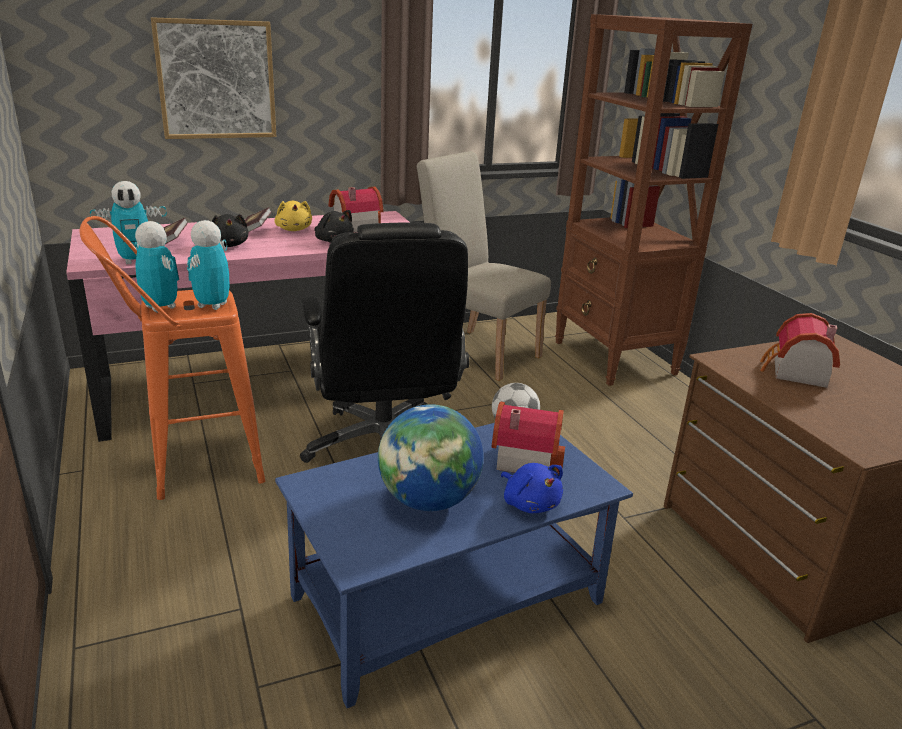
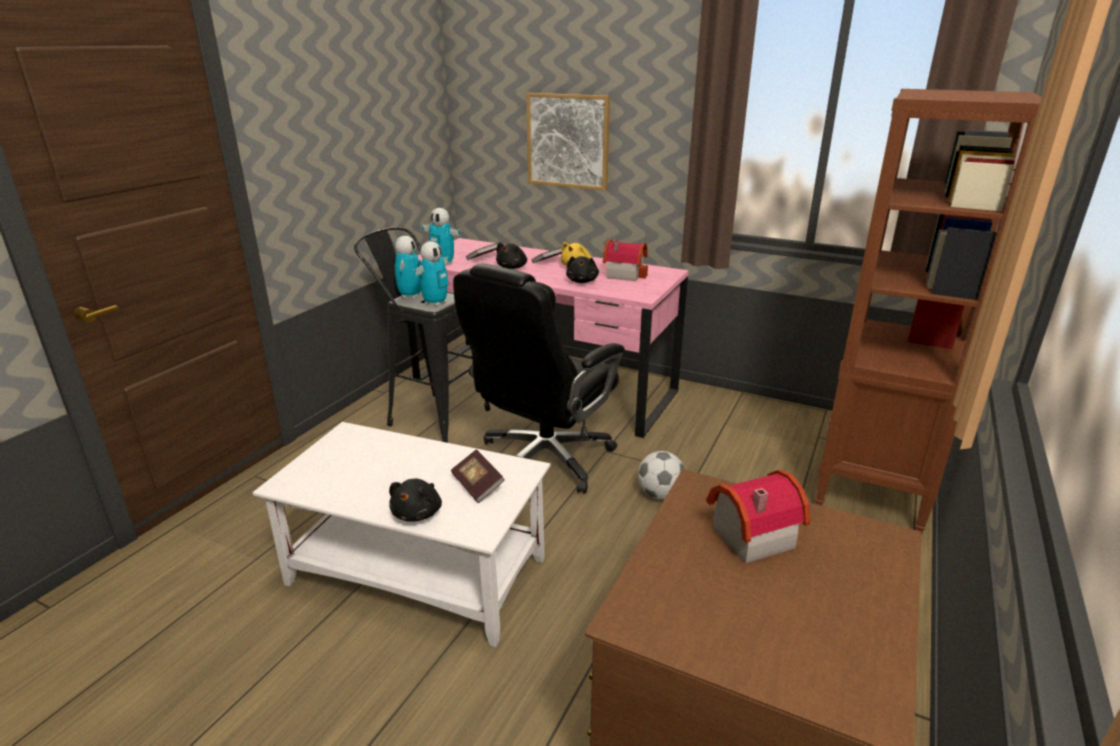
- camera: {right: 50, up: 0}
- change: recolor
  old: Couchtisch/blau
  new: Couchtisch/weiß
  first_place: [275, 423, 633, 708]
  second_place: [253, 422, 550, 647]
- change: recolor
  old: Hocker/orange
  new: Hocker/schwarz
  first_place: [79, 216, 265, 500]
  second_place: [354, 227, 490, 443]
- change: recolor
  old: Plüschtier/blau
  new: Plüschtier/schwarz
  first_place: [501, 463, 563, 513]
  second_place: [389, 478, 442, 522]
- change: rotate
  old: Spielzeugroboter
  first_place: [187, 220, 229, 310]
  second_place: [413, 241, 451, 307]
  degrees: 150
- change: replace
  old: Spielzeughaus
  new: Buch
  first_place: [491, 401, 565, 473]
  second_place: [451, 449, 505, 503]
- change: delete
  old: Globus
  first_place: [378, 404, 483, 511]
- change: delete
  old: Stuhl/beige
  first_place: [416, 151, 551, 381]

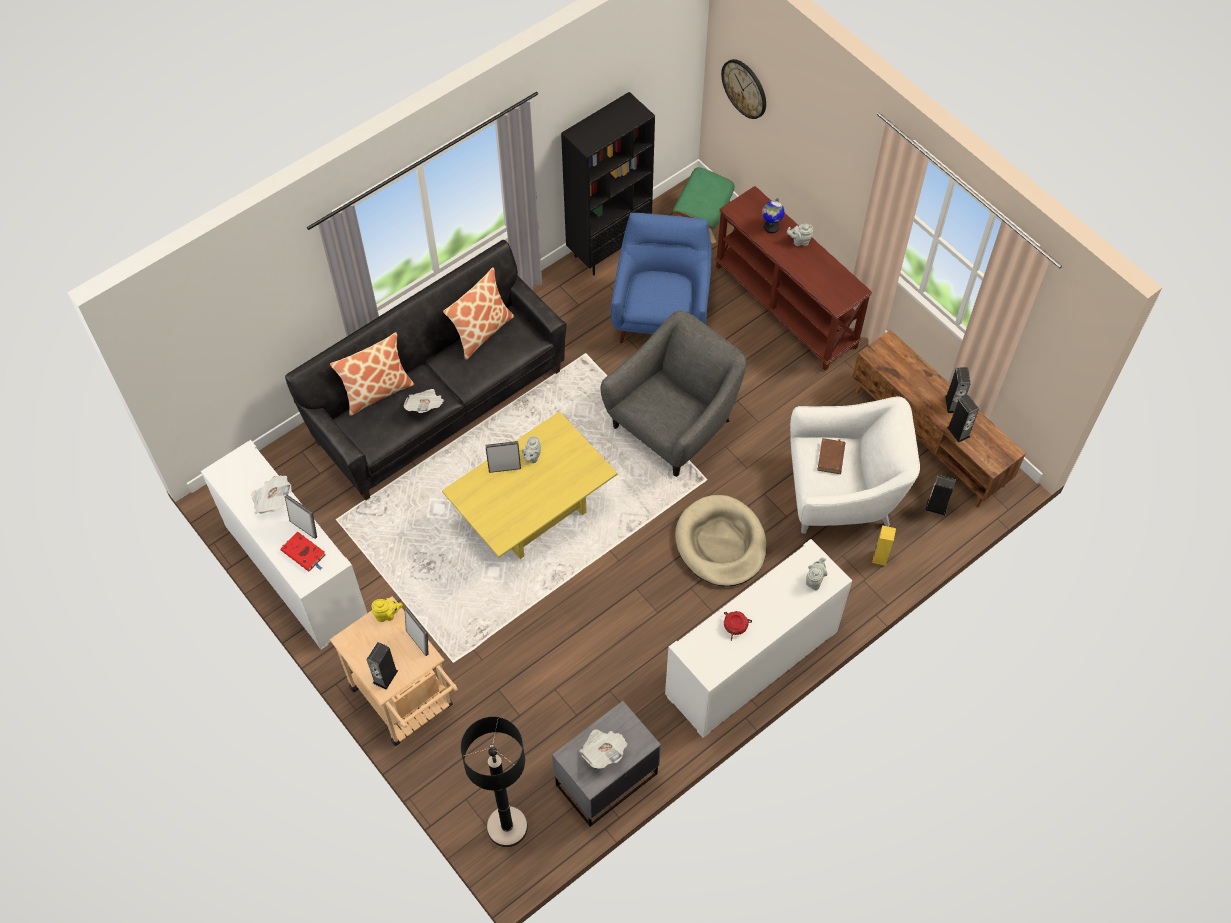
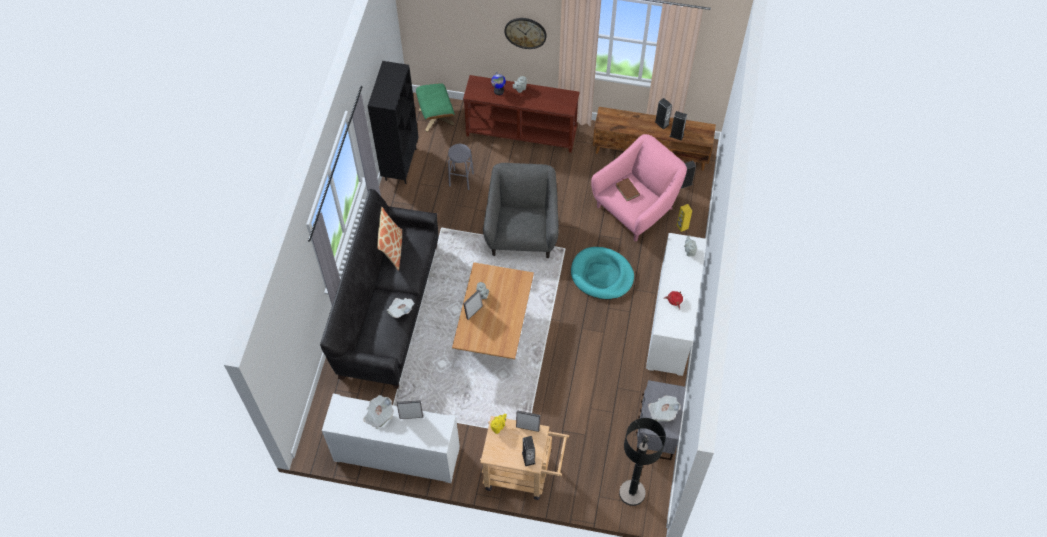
- camera: {right: -40, up: 0}
- change: replace
  old: Sessel/blau
  new: Hocker/grau
  first_place: [611, 213, 711, 343]
  second_place: [448, 144, 474, 190]
- change: recolor
  old: Couchtisch/gelb
  new: Couchtisch/braun
  first_place: [442, 411, 617, 559]
  second_place: [452, 262, 534, 359]
- change: move
  old: Wanduhr
  first_place: [721, 59, 766, 119]
  second_place: [505, 18, 547, 49]
- change: recolor
  old: Hundebett/beige
  new: Hundebett/türkis
  first_place: [676, 495, 767, 586]
  second_place: [571, 247, 634, 300]
- change: recolor
  old: Sessel/weiß
  new: Sessel/rosa
  first_place: [790, 397, 920, 534]
  second_place: [591, 134, 687, 242]
- change: delete
  old: Buch/rot
  first_place: [281, 531, 326, 571]
- change: delete
  old: Kissen
  first_place: [330, 332, 415, 416]

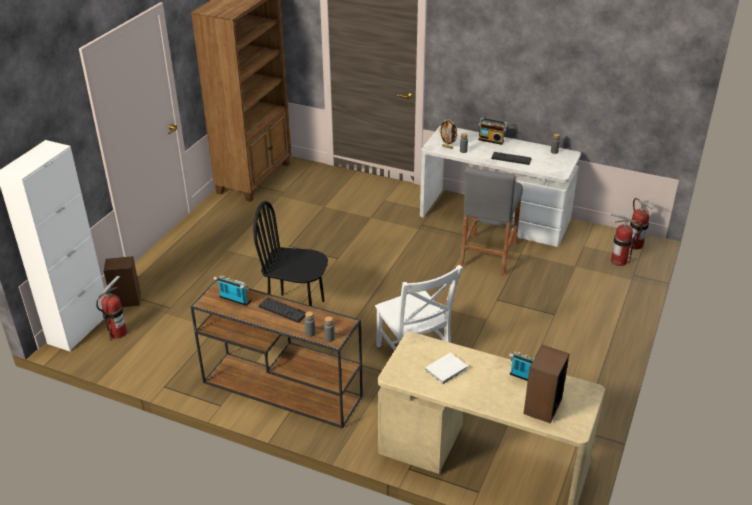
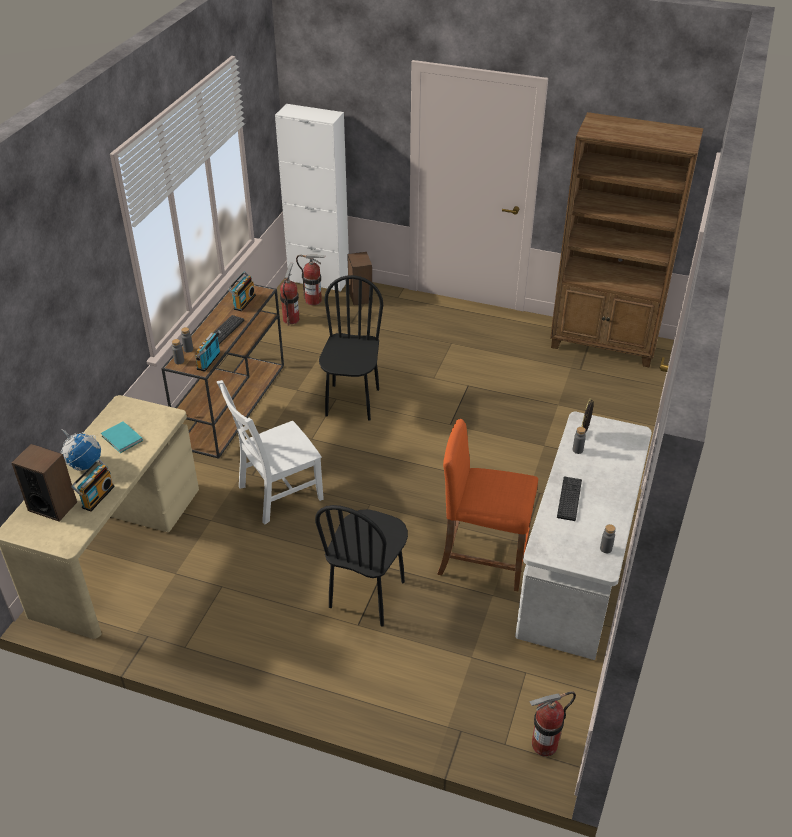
- camera: {right: 85, up: 5}
- change: insert
  new: Globus
  second_place: [61, 429, 101, 471]
- change: recolor
  old: Buch/weiß
  new: Buch/türkis
  first_place: [425, 353, 468, 384]
  second_place: [101, 421, 143, 453]
- change: move
  old: Radio
  first_place: [478, 118, 508, 145]
  second_place: [196, 330, 221, 372]
- change: move
  old: Feuerlöscher
  first_place: [611, 213, 643, 266]
  second_place: [280, 263, 299, 326]
- change: insert
  new: Stuhl/schwarz
  second_place: [315, 505, 408, 626]
- change: recolor
  old: Hocker/grau
  new: Hocker/orange
  first_place: [460, 166, 523, 276]
  second_place: [437, 419, 538, 591]

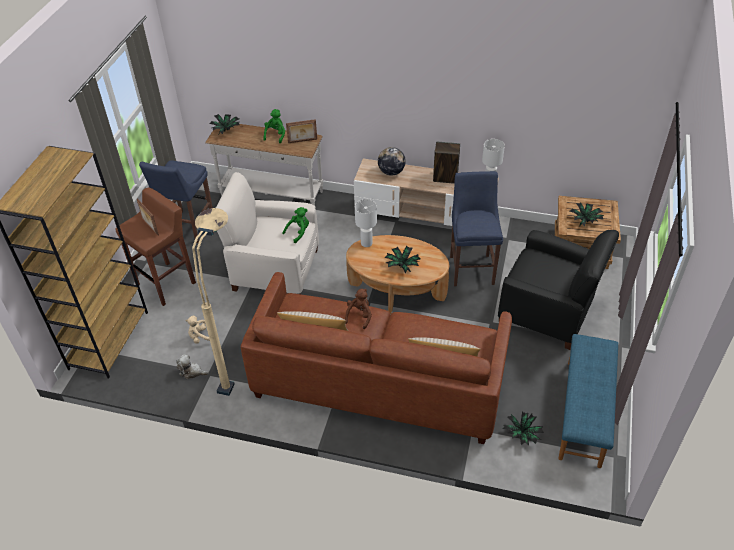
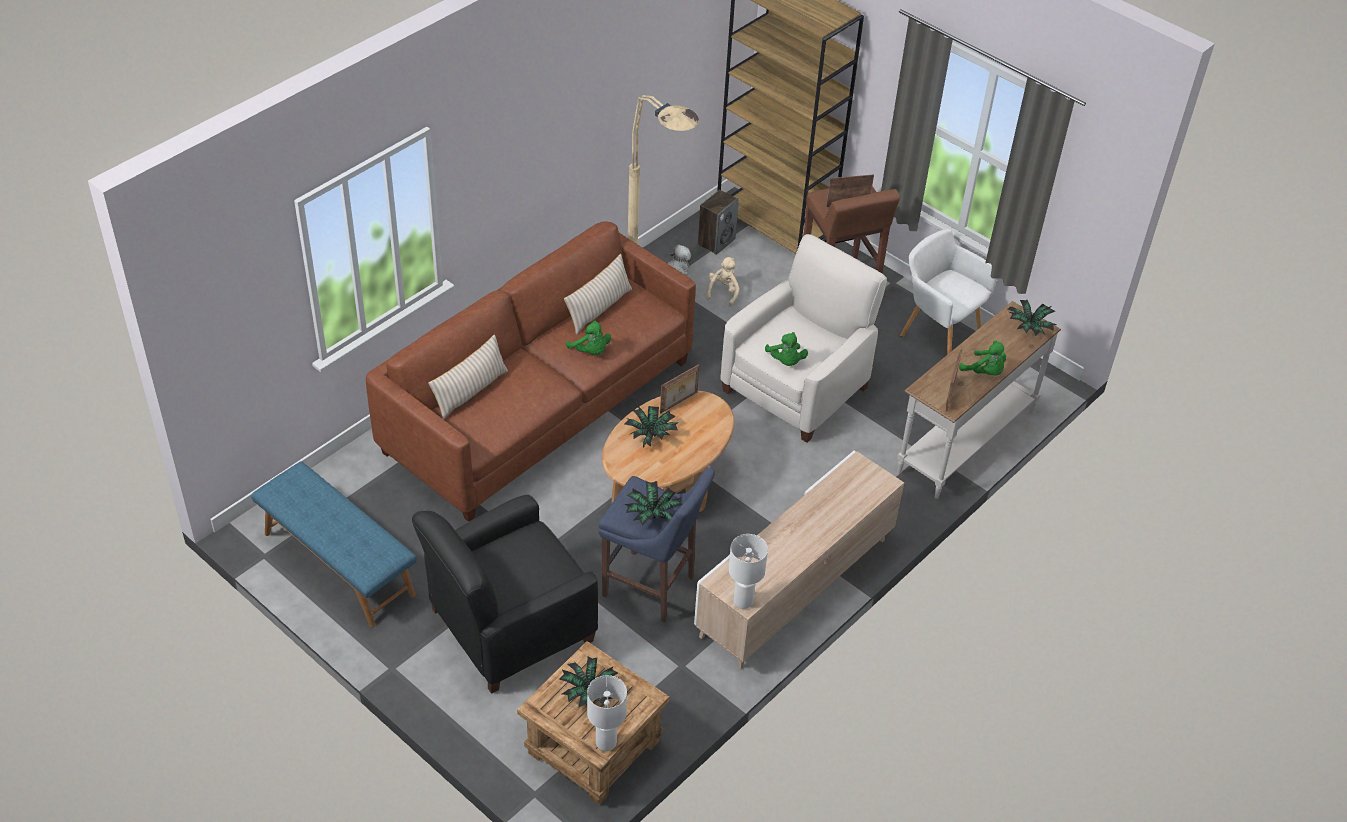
- camera: {right: 115, up: 0}
- change: recolor
  old: Plüschtier/braun
  new: Plüschtier/grün
  first_place: [345, 289, 372, 329]
  second_place: [566, 321, 611, 355]
- change: move
  old: Tischlampe/weiß
  first_place: [355, 199, 377, 247]
  second_place: [587, 675, 627, 751]
- change: move
  old: Topfpflanze
  first_place: [503, 412, 544, 445]
  second_place: [624, 481, 683, 526]
- change: insert
  new: Bilderrahmen
  second_place: [660, 364, 699, 414]
- change: move
  old: Lautsprecher
  first_place: [433, 141, 460, 184]
  second_place: [698, 190, 739, 255]
- change: replace
  old: Hocker/blau
  new: Sessel/weiß
  first_place: [139, 160, 213, 243]
  second_place: [900, 229, 997, 355]
- change: delete
  old: Globus
  first_place: [378, 147, 406, 176]

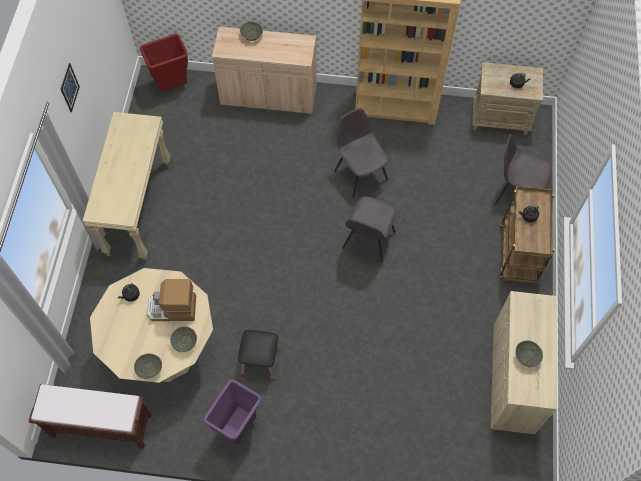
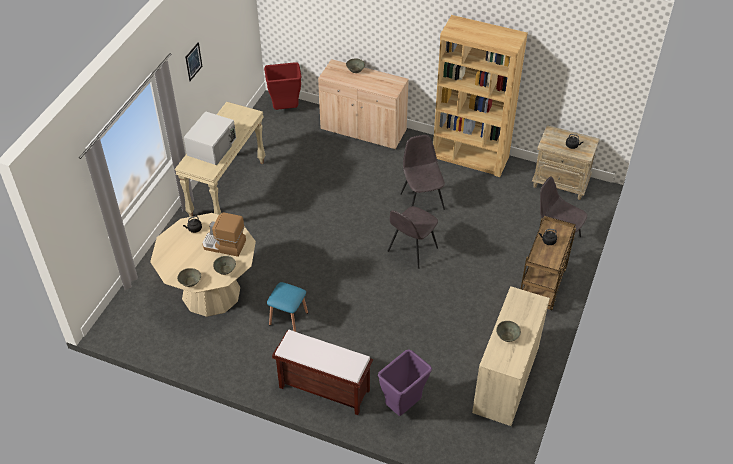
- camera: {right: 15, up: -15}
- change: insert
  new: Mikrowelle/weiß
  second_place: [184, 111, 236, 165]
- change: recolor
  old: Hocker/schwarz
  new: Hocker/blau
  first_place: [238, 330, 280, 380]
  second_place: [267, 282, 308, 332]
- change: move
  old: Bank/braun
  first_place: [28, 384, 151, 449]
  second_place: [272, 330, 373, 415]
- change: move
  old: Mülleimer/lila
  first_place: [204, 379, 261, 444]
  second_place: [378, 349, 432, 416]

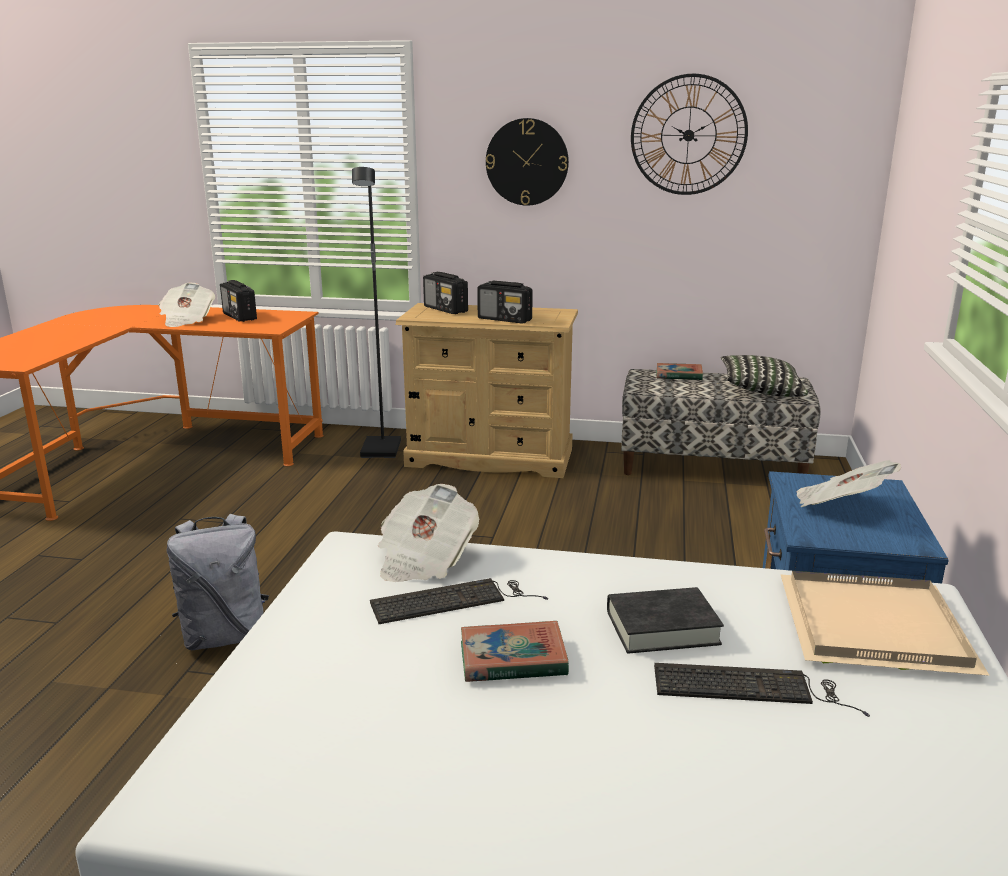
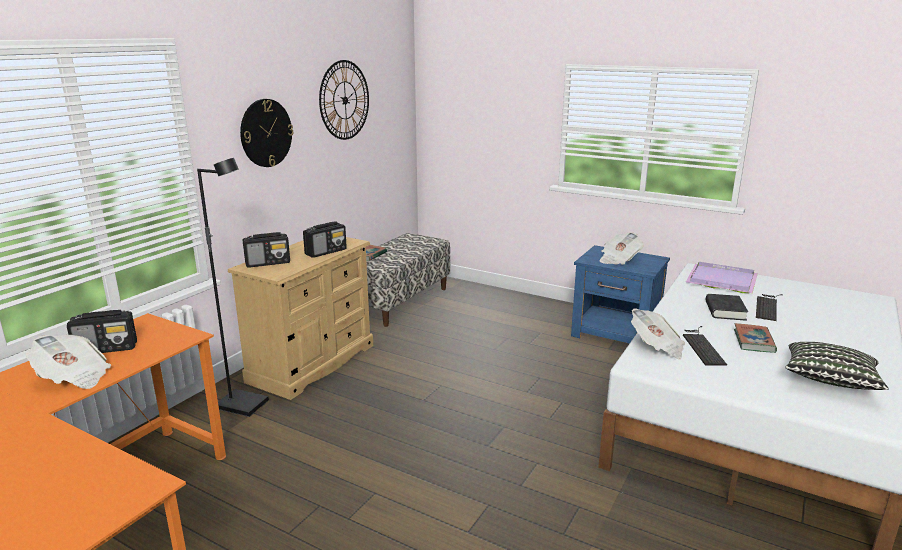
- camera: {right: -70, up: 0}
- change: recolor
  old: Tablett/beige
  new: Tablett/lila
  first_place: [780, 571, 990, 676]
  second_place: [686, 262, 758, 293]
- change: move
  old: Kissen
  first_place: [721, 355, 808, 397]
  second_place: [785, 342, 889, 390]
- change: delete
  old: Rucksack/grau
  first_place: [167, 514, 269, 650]

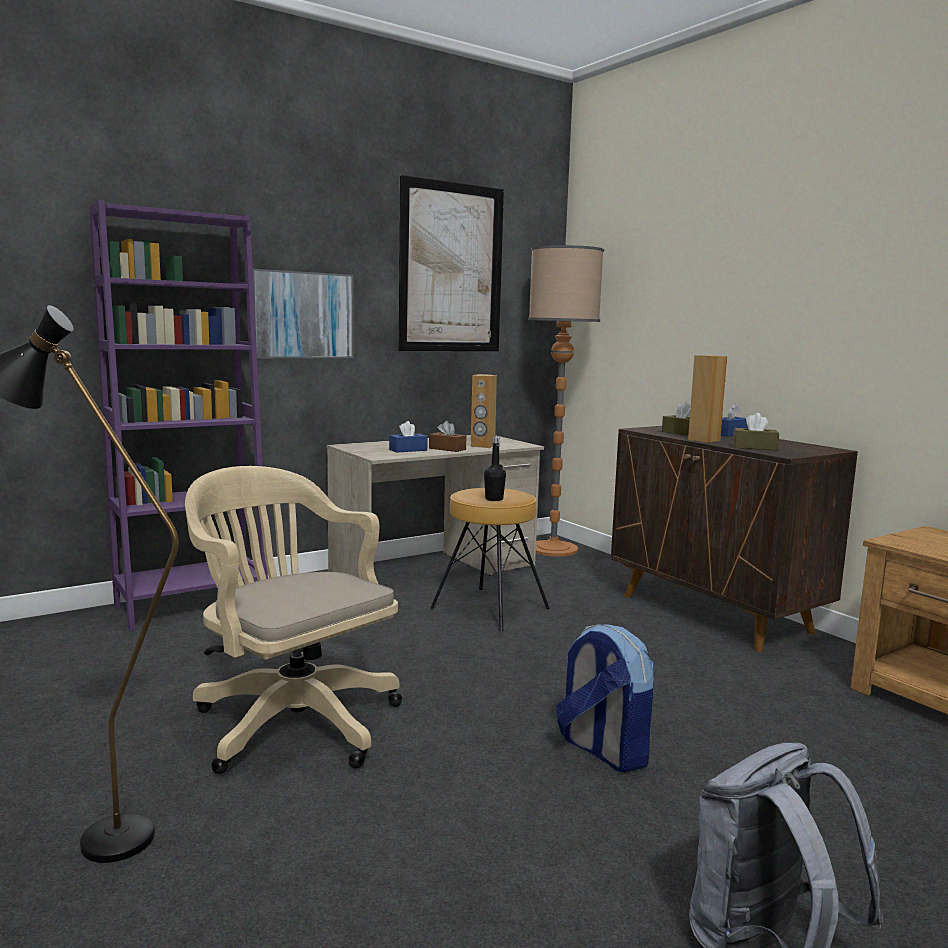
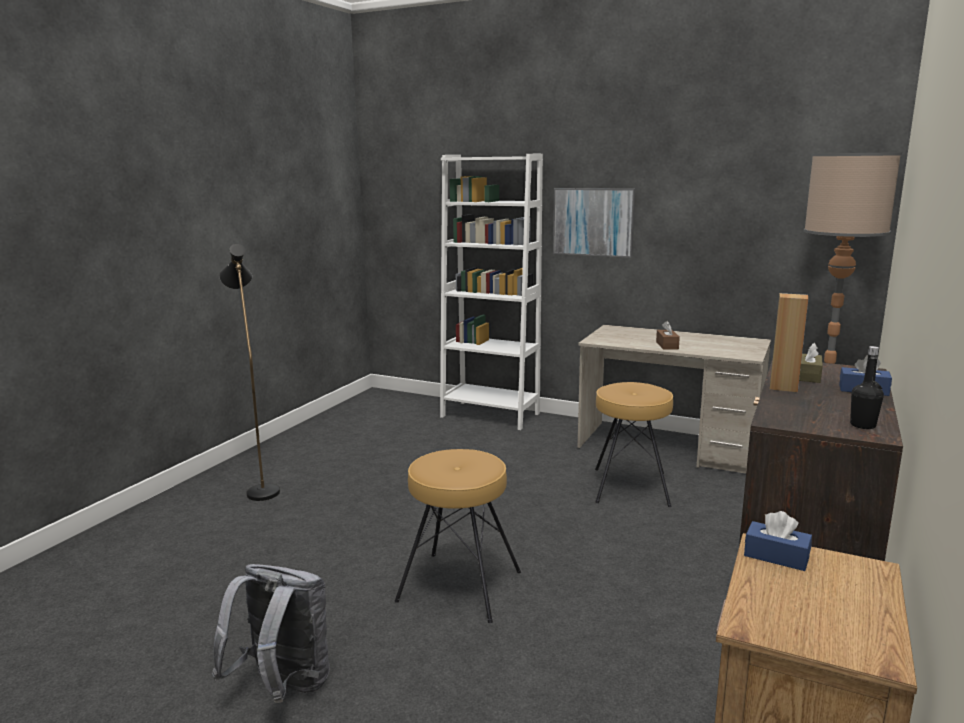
- camera: {right: 60, up: 5}
- change: replace
  old: Rucksack
  new: Hocker/braun
  first_place: [556, 624, 654, 773]
  second_place: [395, 449, 521, 623]
- change: recolor
  old: Bücherregal/lila
  new: Bücherregal/weiß
  first_place: [89, 200, 268, 631]
  second_place: [440, 154, 543, 430]
- change: move
  old: Taschentuchbox/blau
  first_place: [389, 421, 428, 453]
  second_place: [744, 511, 812, 571]
- change: move
  old: Flasche/schwarz
  first_place: [484, 437, 506, 501]
  second_place: [850, 346, 884, 429]
- change: delete
  old: Bürostuhl/beige
  first_place: [185, 466, 402, 774]
- change: delete
  old: Bild
  first_place: [398, 175, 504, 351]
- change: delete
  old: Lautsprecher/braun
  first_place: [471, 374, 497, 448]
- change: delete
  old: Taschentuchbox/braun
  first_place: [733, 413, 779, 450]

